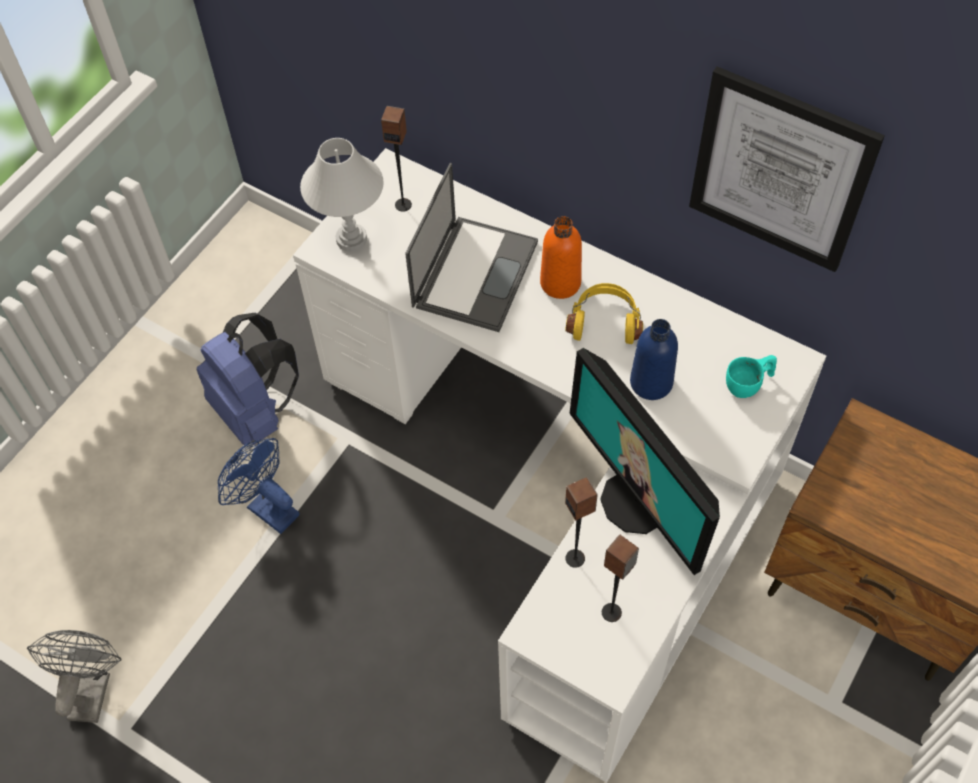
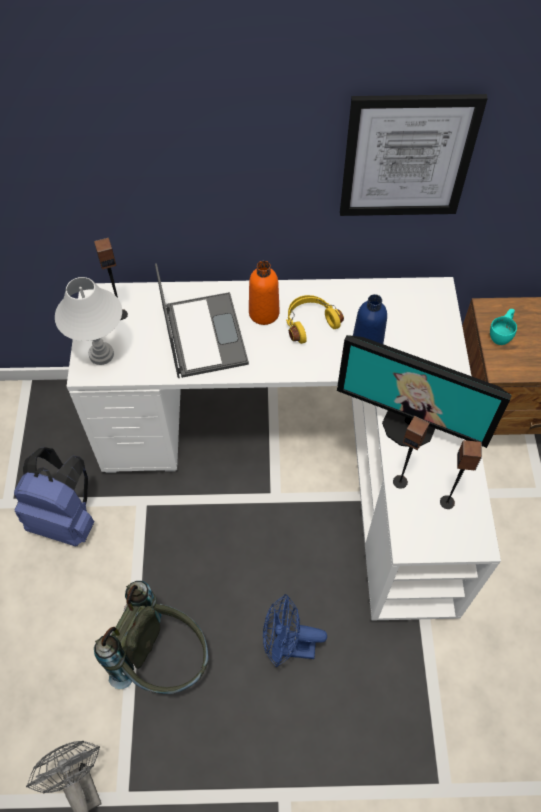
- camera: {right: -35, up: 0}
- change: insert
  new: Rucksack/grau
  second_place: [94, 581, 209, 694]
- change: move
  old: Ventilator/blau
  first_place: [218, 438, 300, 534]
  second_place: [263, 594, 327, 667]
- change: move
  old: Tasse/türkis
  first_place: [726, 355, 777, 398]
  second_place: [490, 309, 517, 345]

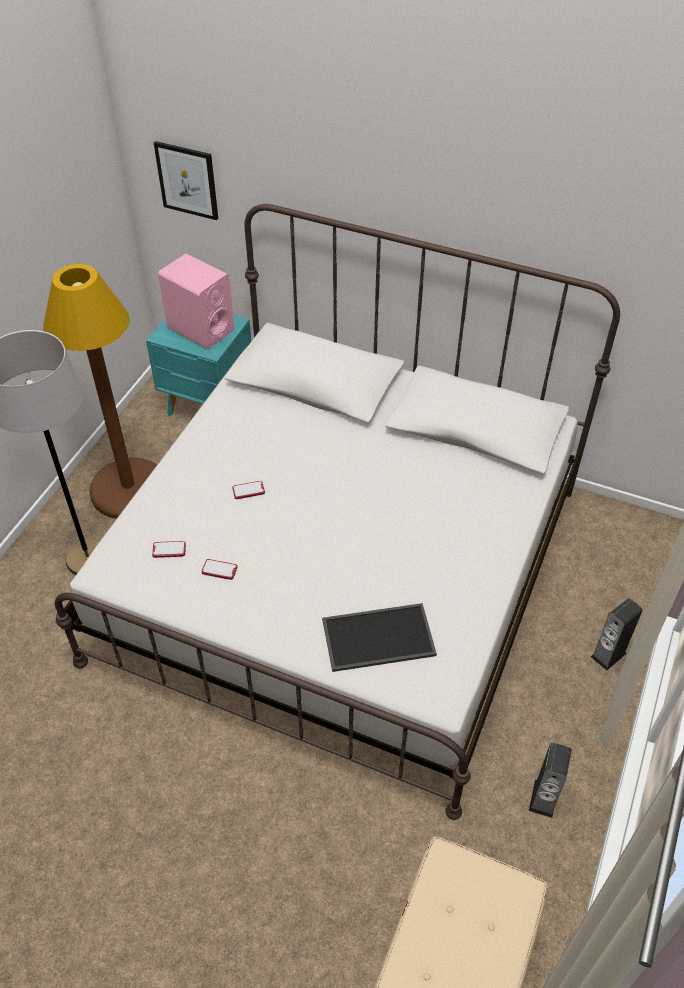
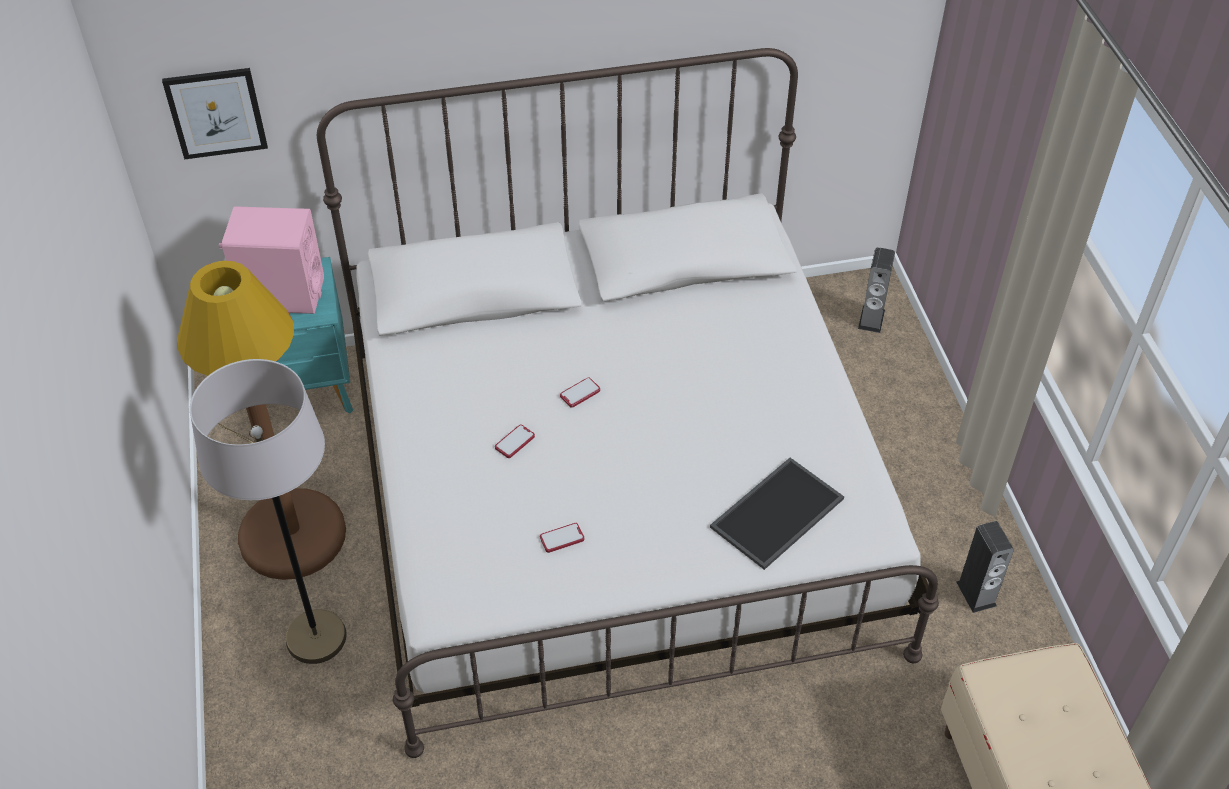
- camera: {right: -35, up: 0}
- change: move
  old: Handy
  first_place: [152, 541, 186, 558]
  second_place: [560, 377, 600, 408]
- change: move
  old: Lautsprecher
  first_place: [591, 598, 643, 671]
  second_place: [858, 247, 895, 333]

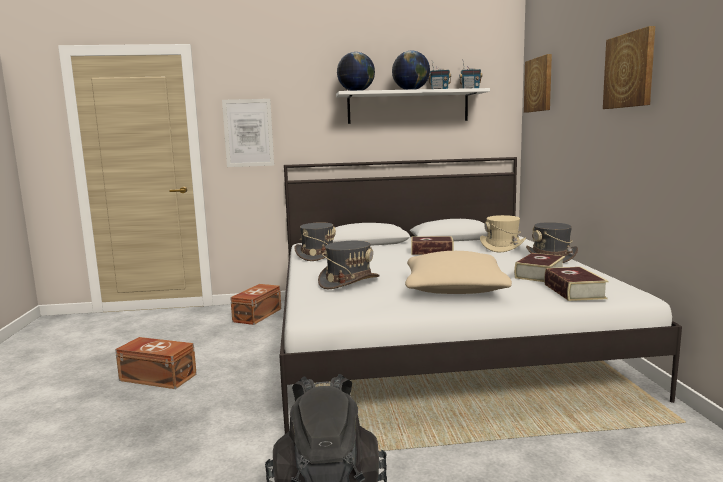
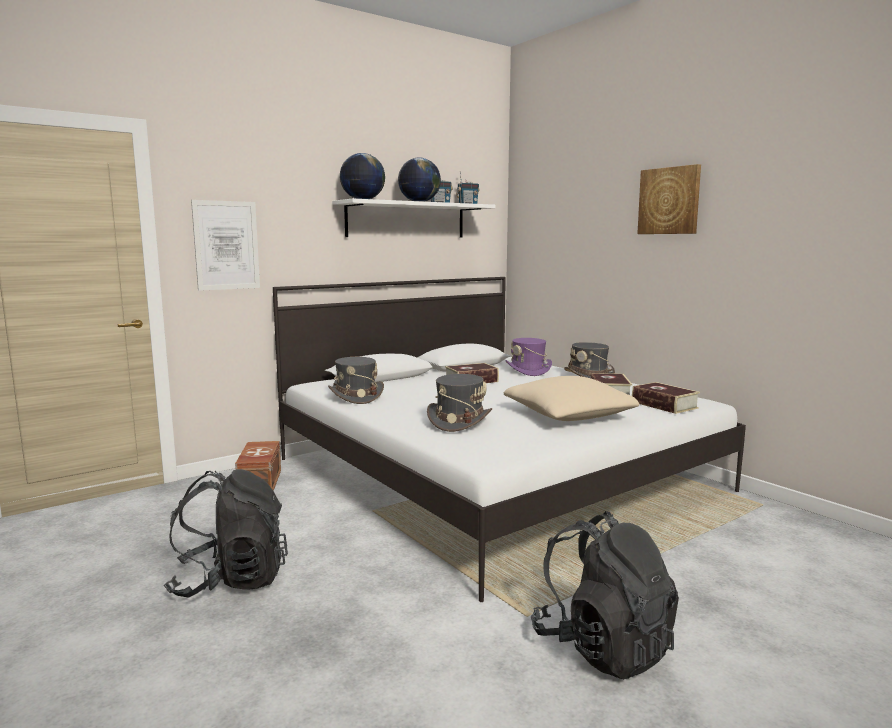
- camera: {right: -30, up: 0}
- change: replace
  old: Aufbewahrungsbox/braun
  new: Rucksack/schwarz
  first_place: [115, 337, 197, 389]
  second_place: [164, 469, 288, 598]
- change: recolor
  old: Hut/beige
  new: Hut/lila
  first_place: [480, 215, 526, 252]
  second_place: [506, 338, 552, 376]
- change: delete
  old: Bild
  first_place: [524, 54, 552, 113]

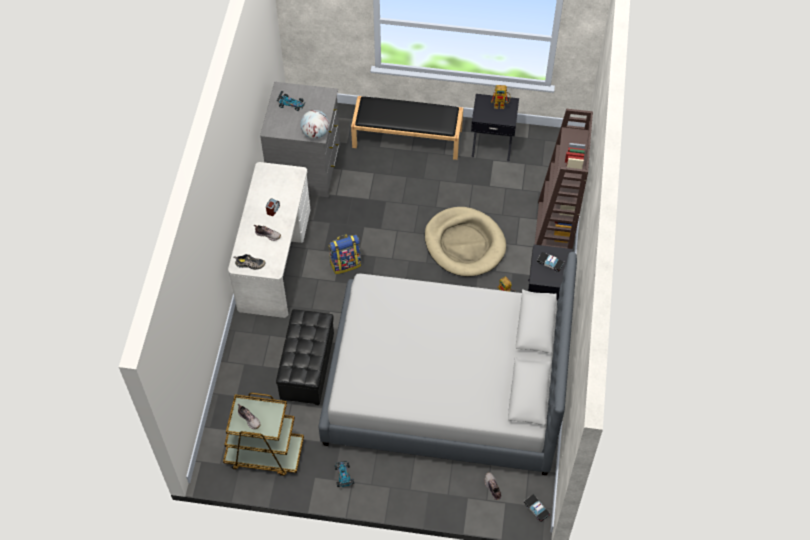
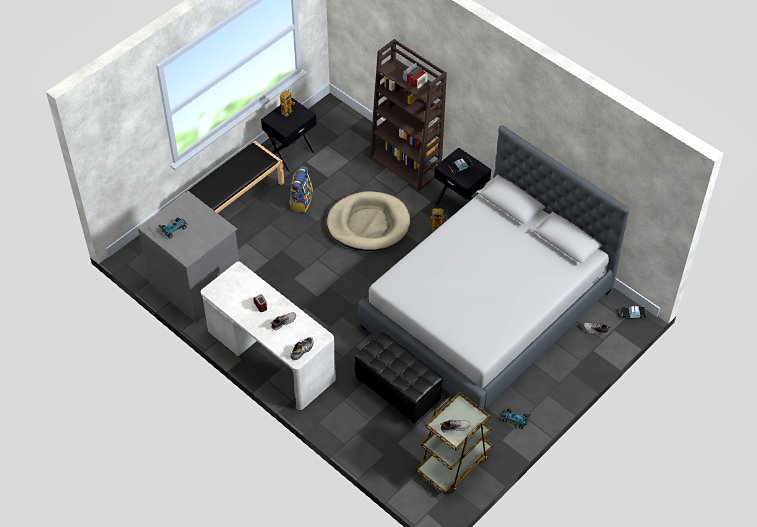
- camera: {right: -55, up: -5}
- change: move
  old: Rucksack
  first_place: [329, 235, 361, 274]
  second_place: [289, 166, 313, 213]
- change: delete
  old: Globus
  first_place: [300, 110, 329, 139]

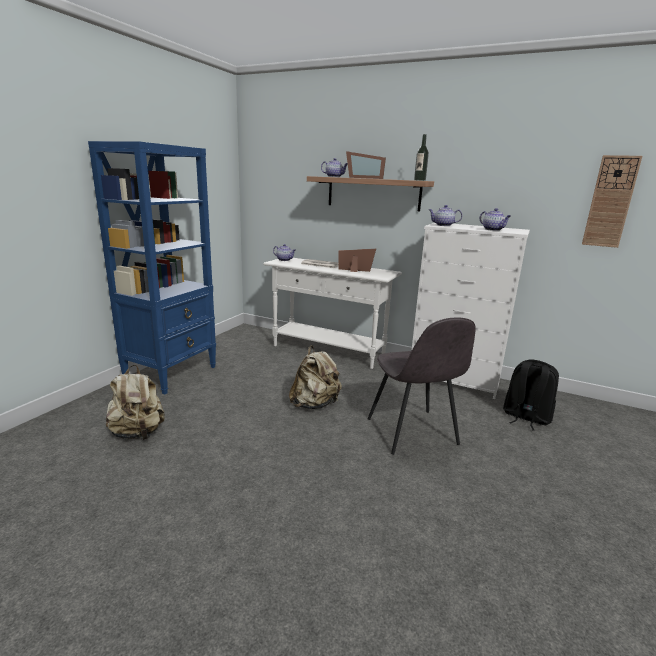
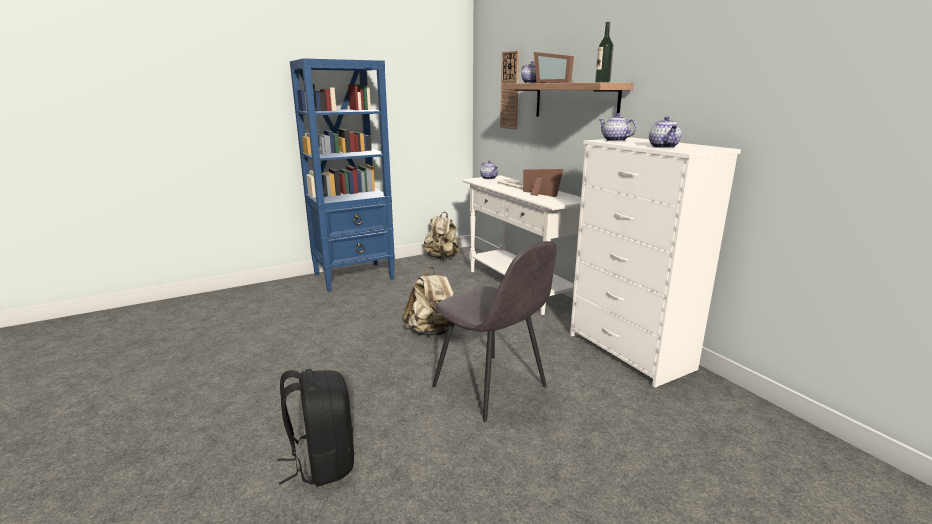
- camera: {right: 35, up: 0}
- change: move
  old: Rucksack/schwarz
  first_place: [503, 359, 559, 431]
  second_place: [277, 369, 354, 487]
- change: move
  old: Rucksack/beige
  first_place: [106, 365, 165, 440]
  second_place: [424, 212, 459, 260]
- change: rotate
  old: Stuhl/grau
  first_place: [368, 318, 476, 455]
  second_place: [432, 241, 557, 422]
  degrees: -60
- change: move
  old: Wanduhr
  first_place: [582, 155, 642, 248]
  second_place: [500, 51, 520, 129]

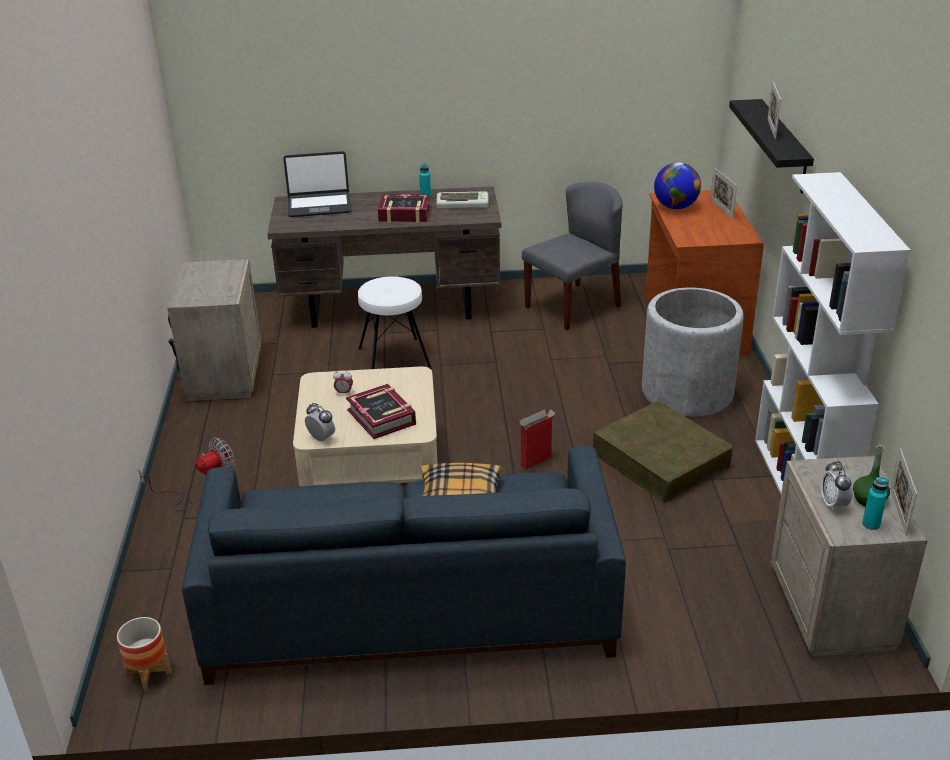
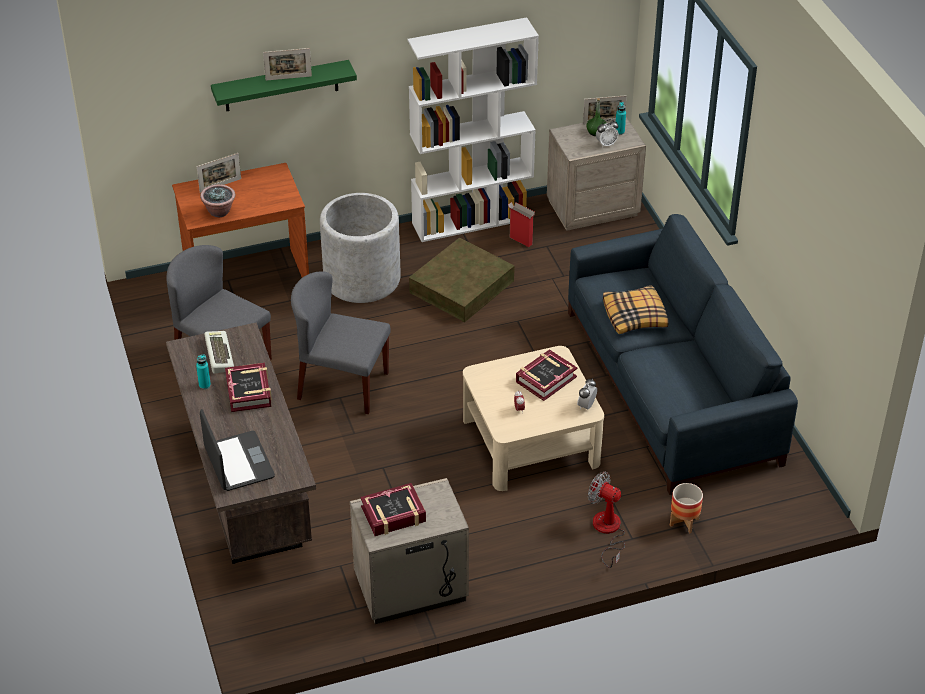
- camera: {right: -105, up: 10}
- change: replace
  old: Globus
  new: Topfpflanze
  first_place: [654, 162, 701, 209]
  second_place: [200, 184, 236, 217]
- change: recolor
  old: Wandregal/schwarz
  new: Wandregal/grün
  first_place: [729, 99, 814, 193]
  second_place: [211, 60, 357, 111]
- change: insert
  new: Stuhl/grau
  second_place: [291, 272, 391, 414]
- change: insert
  new: Buch
  second_place: [360, 483, 426, 536]
- change: move
  old: Karton
  first_place: [519, 409, 555, 469]
  second_place: [508, 202, 535, 247]
- change: move
  old: Pflanzkübel
  first_place: [117, 617, 172, 691]
  second_place: [670, 483, 703, 534]
- change: delete
  old: Hocker/weiß
  first_place: [358, 276, 432, 369]

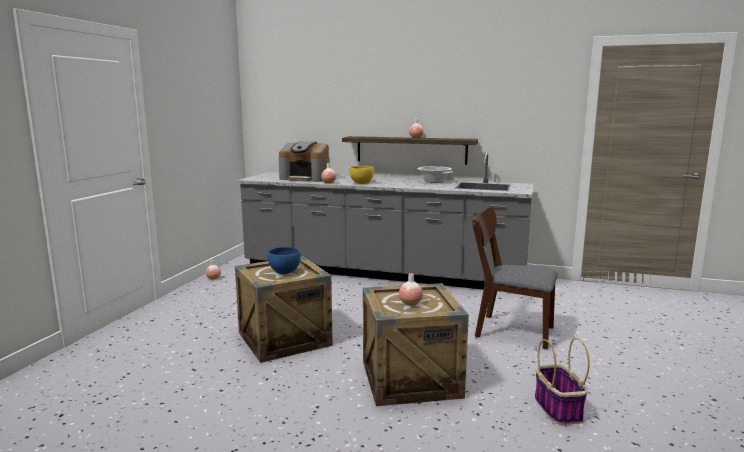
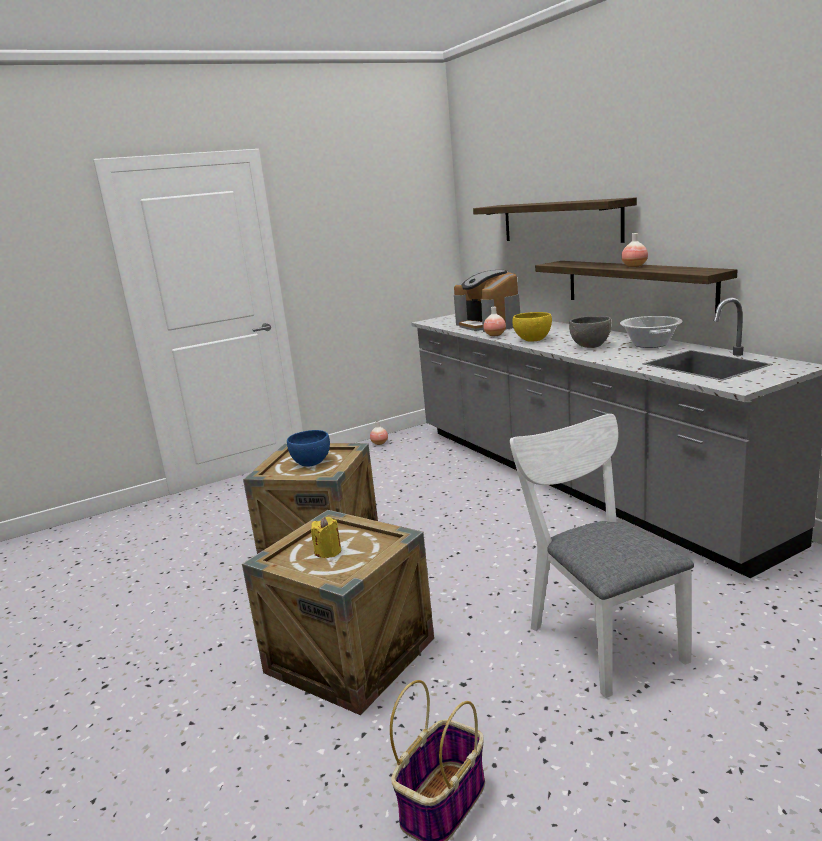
- camera: {right: 45, up: 5}
- change: replace
  old: Vase
  new: Kerze/gelb
  first_place: [399, 273, 423, 306]
  second_place: [311, 517, 341, 558]
- change: insert
  new: Wandregal
  second_place: [473, 197, 637, 243]
- change: recolor
  old: Stuhl/braun
  new: Stuhl/weiß
  first_place: [472, 207, 558, 349]
  second_place: [510, 414, 694, 698]
- change: insert
  new: Schüssel/grau
  second_place: [569, 316, 611, 348]

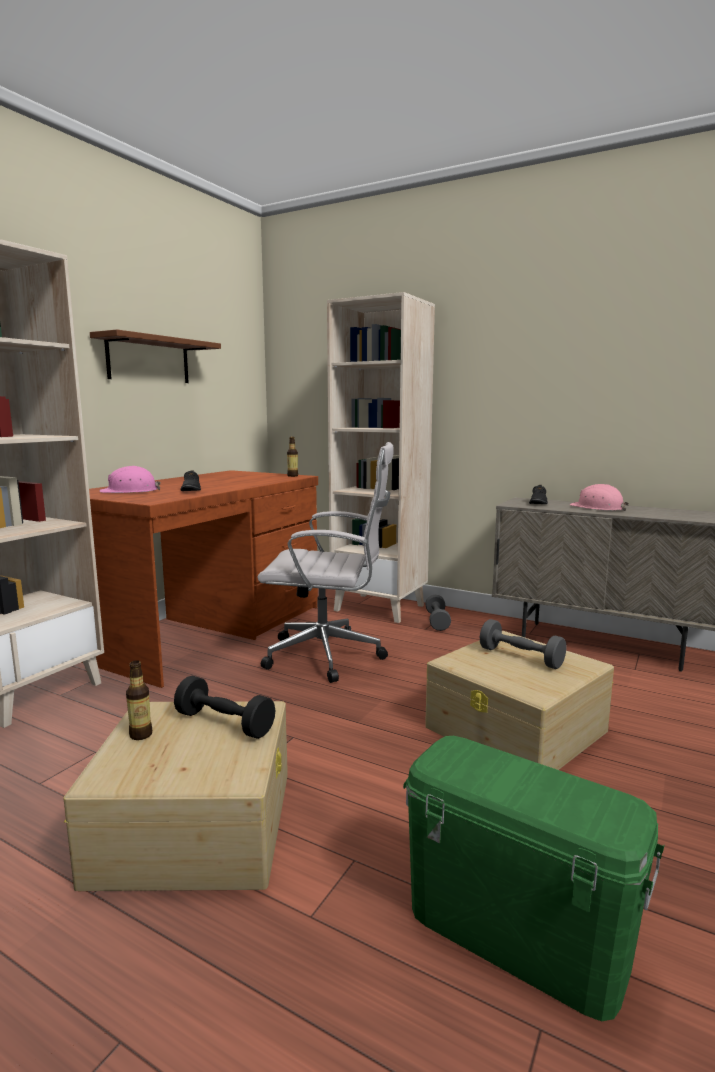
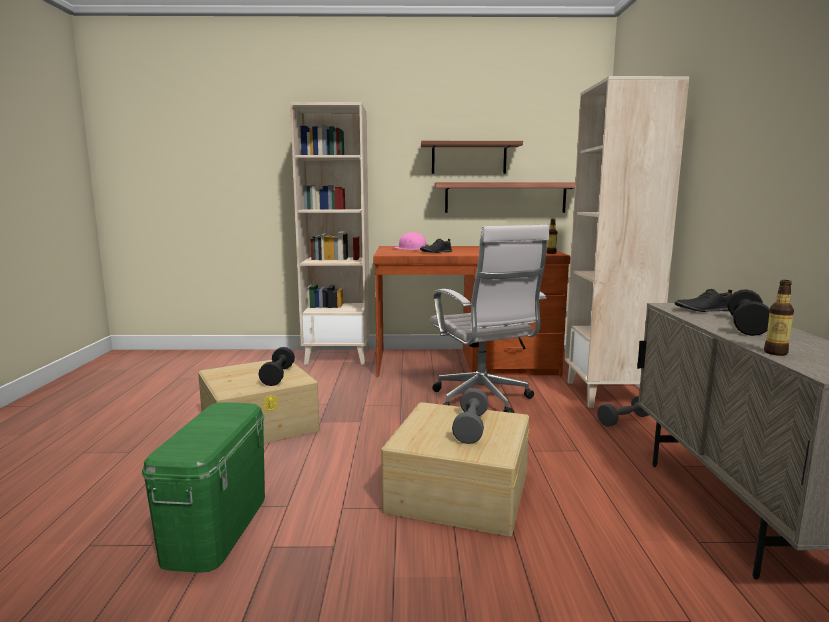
- camera: {right: 60, up: 0}
- change: insert
  new: Wandregal
  second_place: [434, 182, 575, 213]
- change: replace
  old: Schutzhelm/rosa
  new: Hantel/schwarz
  first_place: [569, 484, 629, 511]
  second_place: [727, 289, 770, 336]
- change: move
  old: Flasche
  first_place: [126, 660, 152, 740]
  second_place: [764, 280, 794, 356]

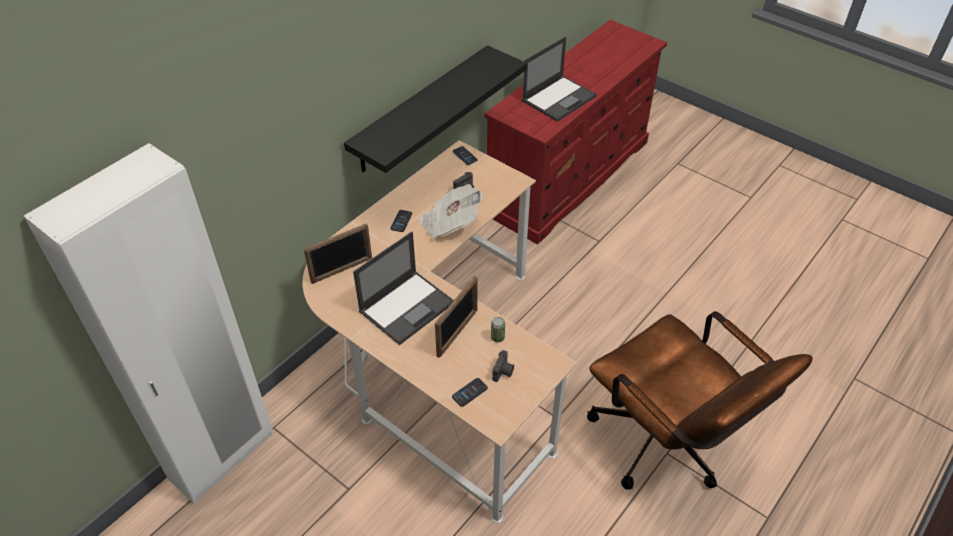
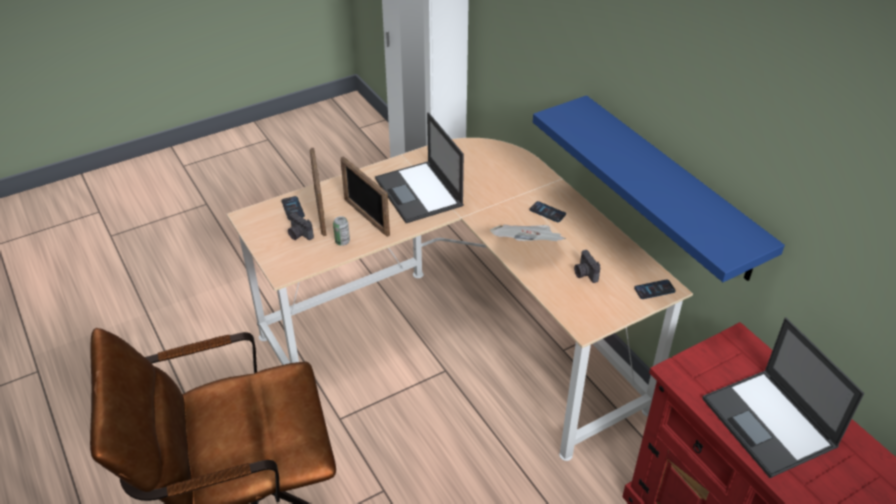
- camera: {right: 110, up: -5}
- change: move
  old: Bilderrahmen
  first_place: [304, 223, 372, 284]
  second_place: [310, 148, 327, 236]
- change: recolor
  old: Wandregal/schwarz
  new: Wandregal/blau
  first_place: [344, 45, 527, 173]
  second_place: [533, 95, 785, 282]

